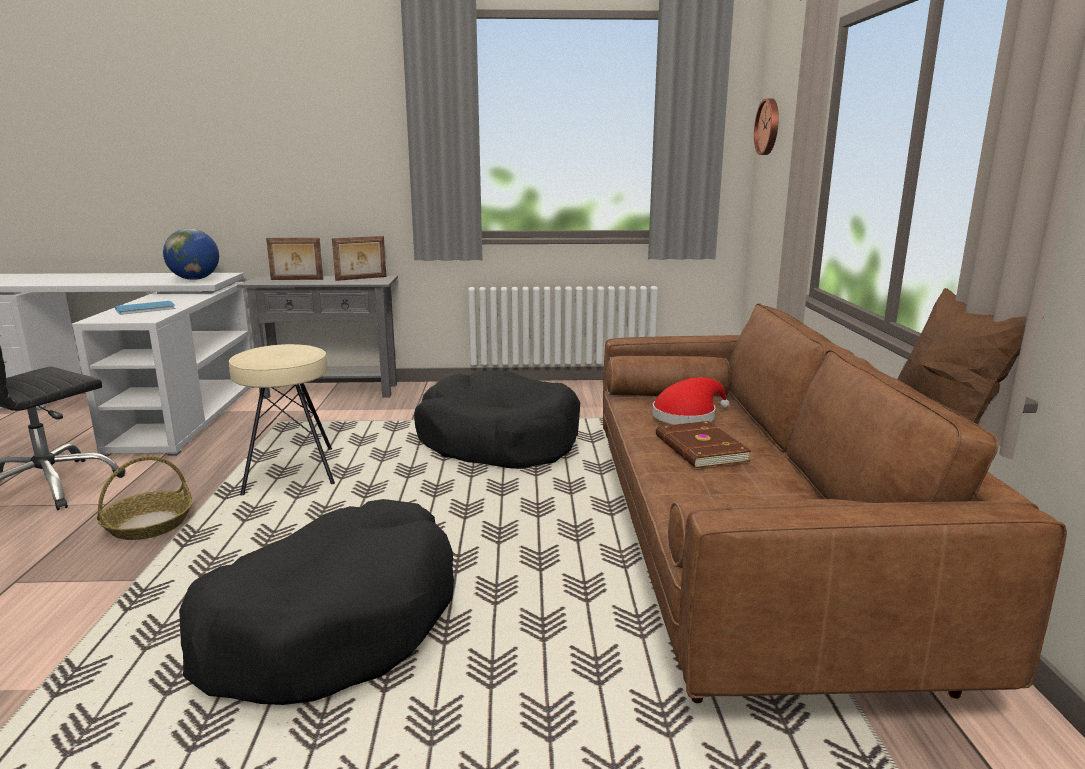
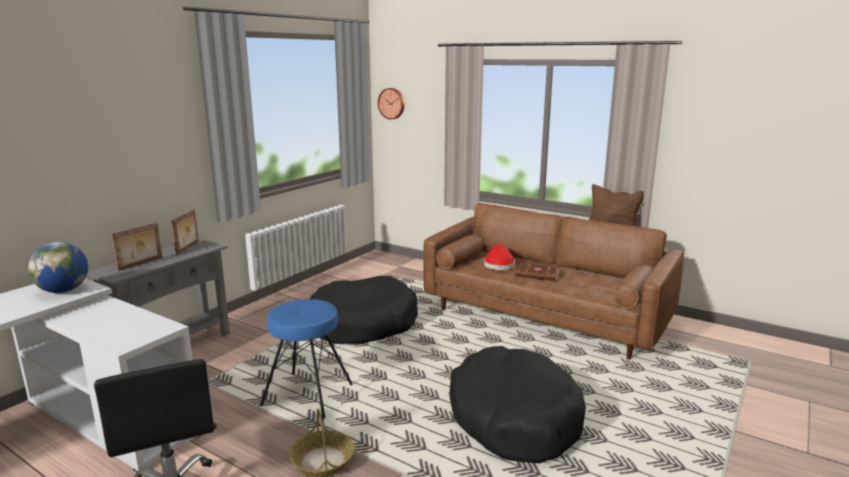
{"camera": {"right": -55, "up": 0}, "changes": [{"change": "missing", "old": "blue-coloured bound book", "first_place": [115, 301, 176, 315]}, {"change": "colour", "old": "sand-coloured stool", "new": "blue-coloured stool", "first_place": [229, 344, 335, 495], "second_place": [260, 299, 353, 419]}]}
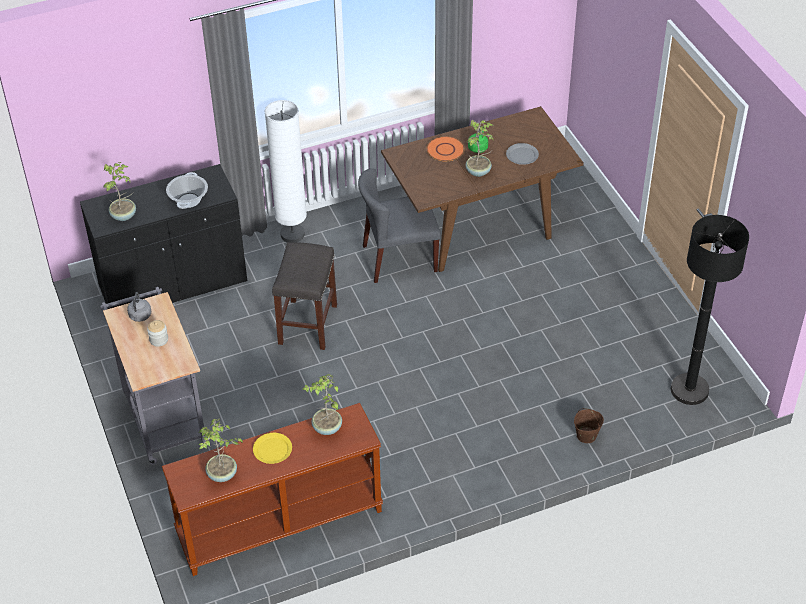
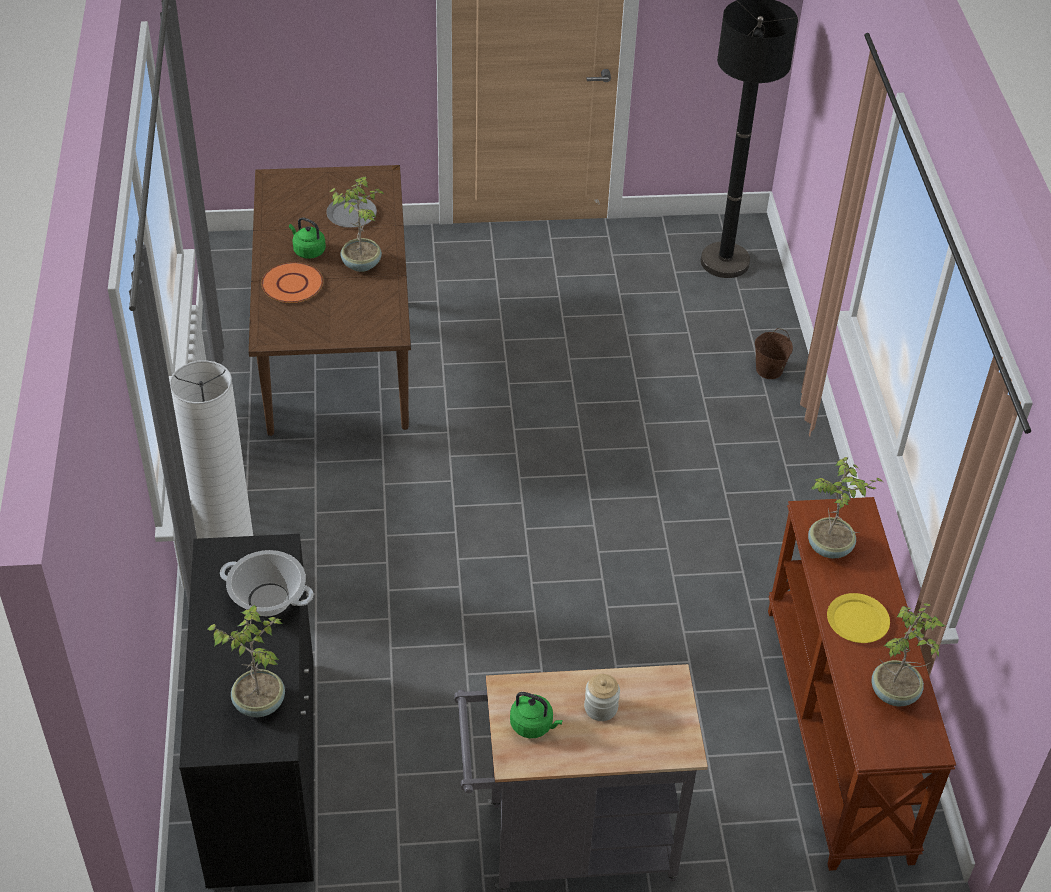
{"camera": {"right": -75, "up": 0}, "changes": [{"change": "missing", "old": "gray stool", "first_place": [272, 242, 337, 350]}, {"change": "missing", "old": "gray plain chair", "first_place": [358, 168, 441, 283]}, {"change": "colour", "old": "gray kettle", "new": "greenish kettle", "first_place": [127, 292, 151, 322], "second_place": [510, 692, 563, 738]}]}
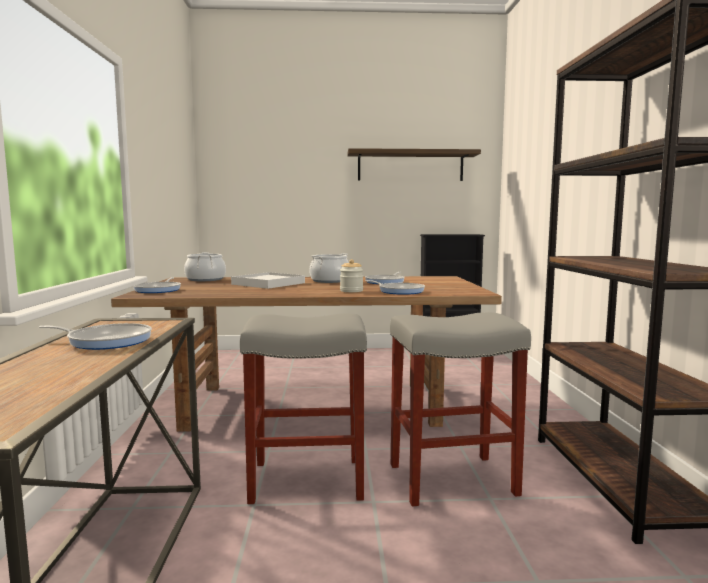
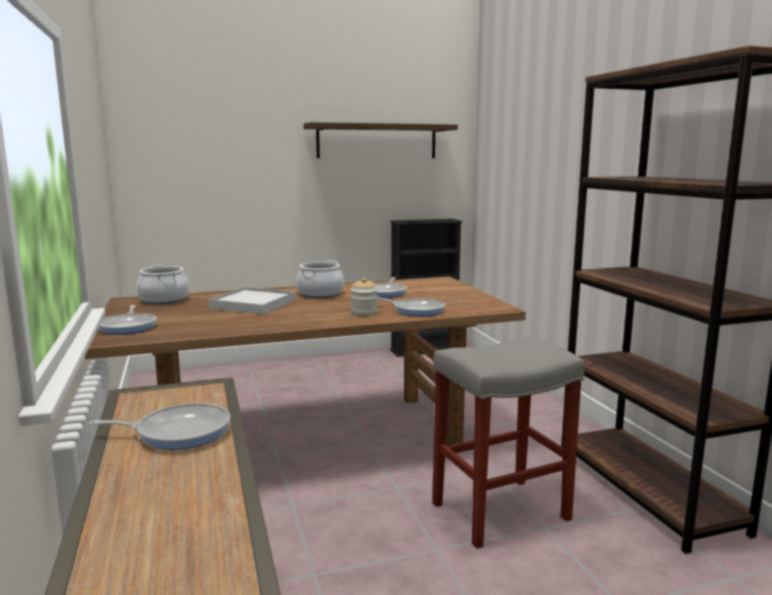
{"camera": {"right": -15, "up": 5}, "changes": [{"change": "missing", "old": "gray stool", "first_place": [240, 313, 367, 504]}]}
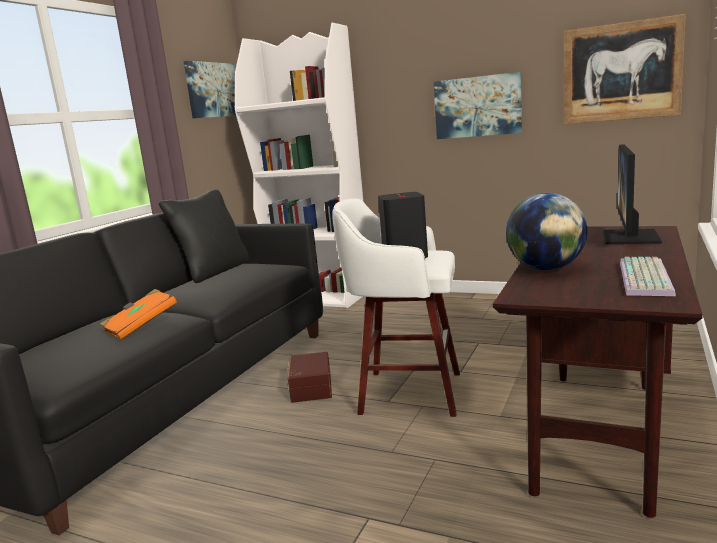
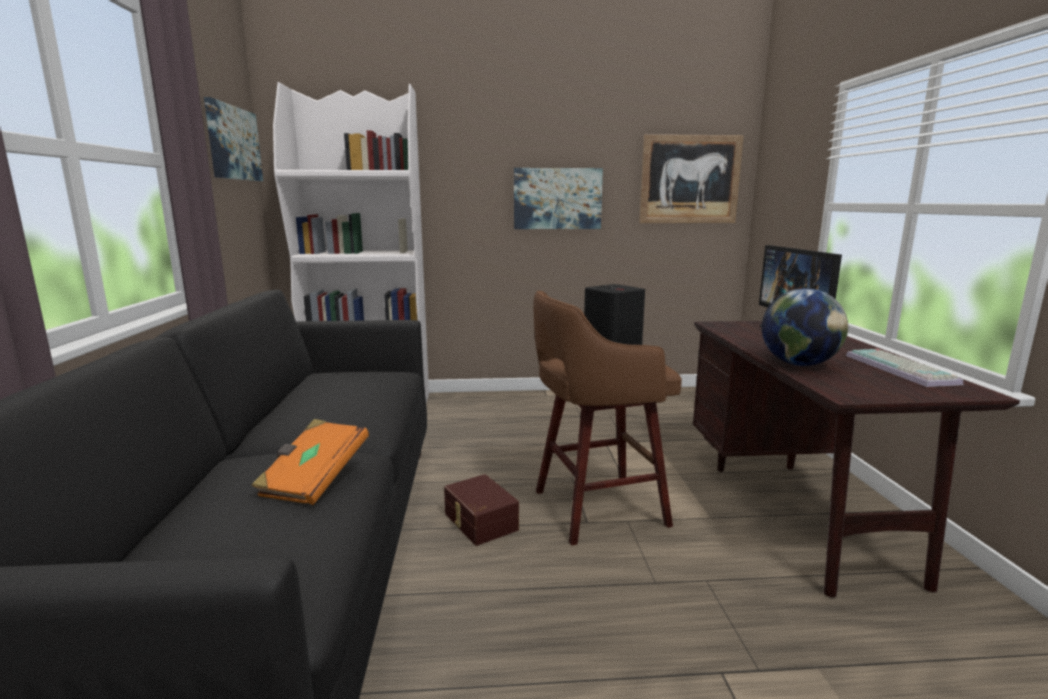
{"camera": {"right": -30, "up": 0}, "changes": [{"change": "missing", "old": "black-coloured pillow", "first_place": [159, 189, 249, 283]}, {"change": "colour", "old": "white-coloured stool", "new": "brown stool", "first_place": [332, 198, 460, 417], "second_place": [534, 291, 682, 545]}]}
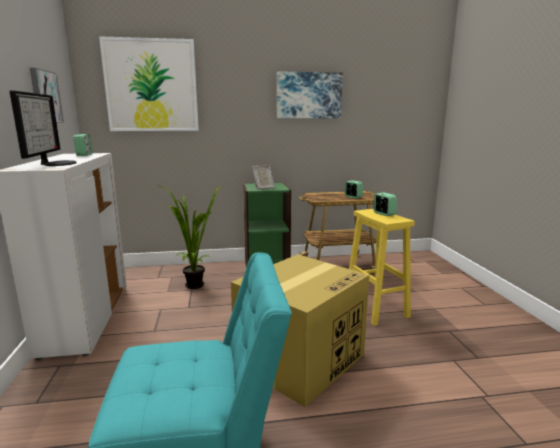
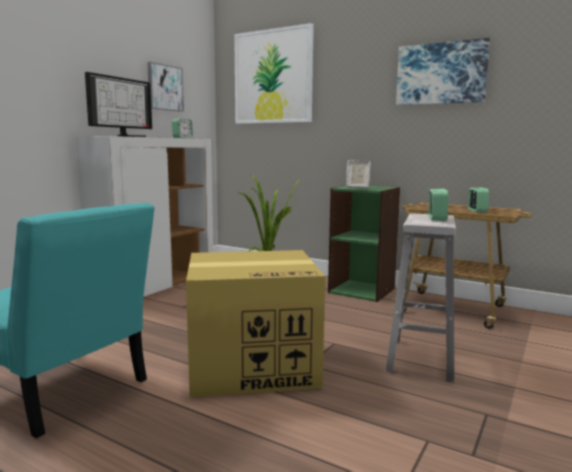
{"camera": {"right": 40, "up": -5}, "changes": [{"change": "colour", "old": "yellowish stool", "new": "white-coloured stool", "first_place": [349, 209, 415, 326], "second_place": [386, 213, 456, 382]}]}
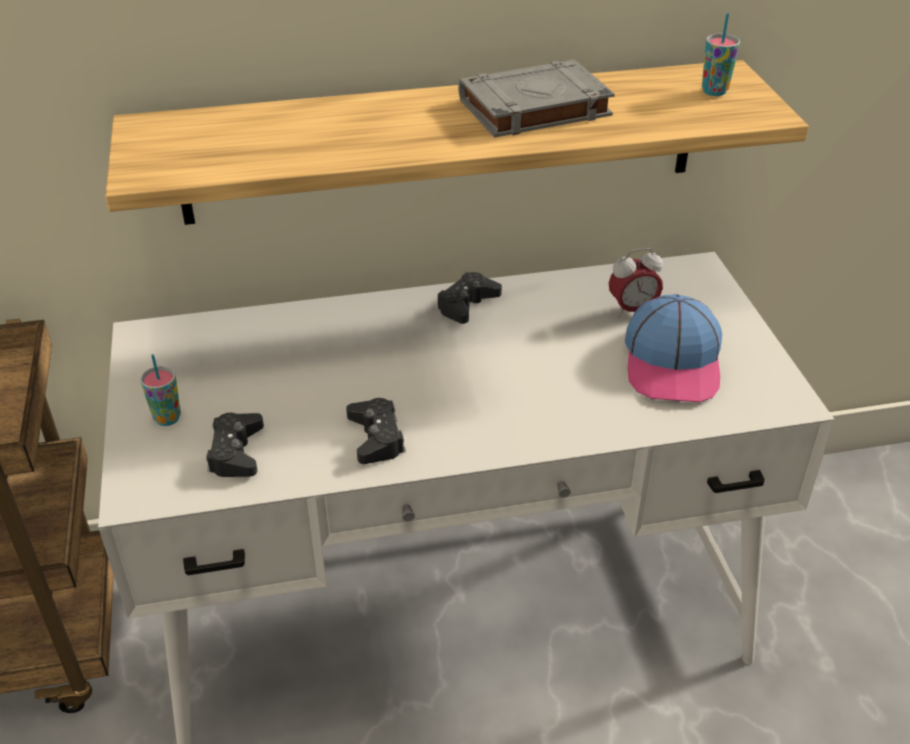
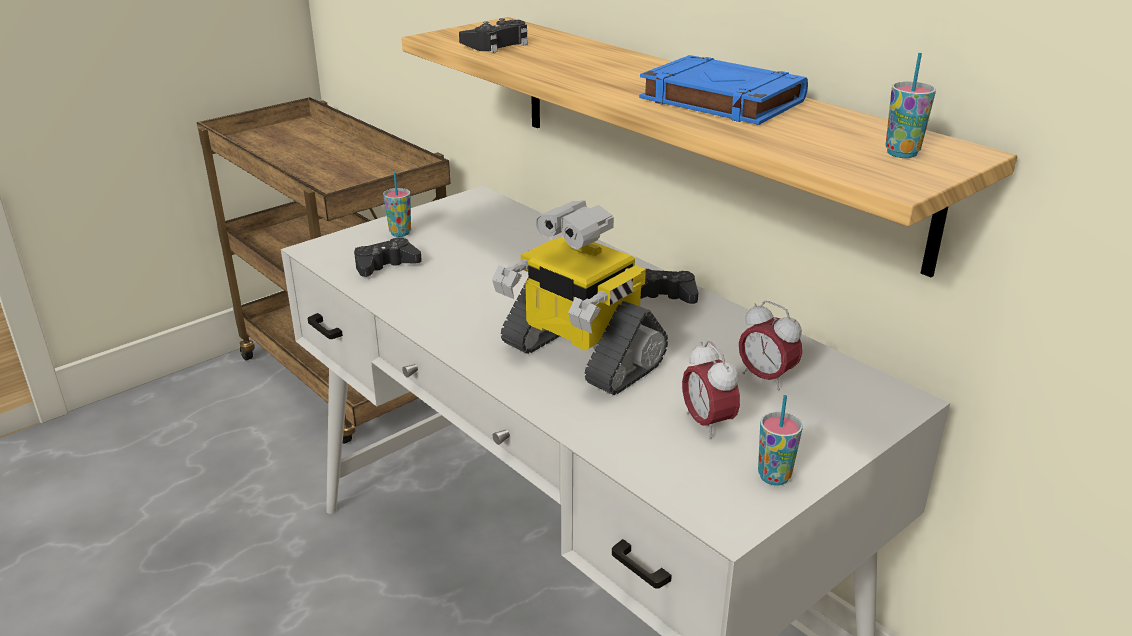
{"camera": {"right": 60, "up": -10}, "changes": [{"change": "appeared", "new": "toy robot", "second_place": [492, 201, 668, 395]}, {"change": "appeared", "new": "drinking cup", "second_place": [758, 395, 803, 486]}, {"change": "relocated", "old": "black-coloured joypad", "first_place": [346, 398, 406, 464], "second_place": [459, 18, 528, 53]}, {"change": "exchanged", "old": "cap", "new": "bedside clock", "first_place": [625, 294, 722, 402], "second_place": [682, 341, 740, 439]}, {"change": "colour", "old": "gray bound book", "new": "blue-coloured bound book", "first_place": [458, 60, 615, 138], "second_place": [639, 55, 808, 125]}]}
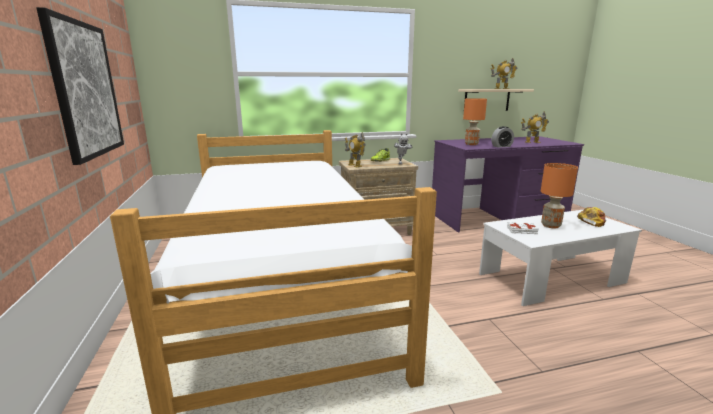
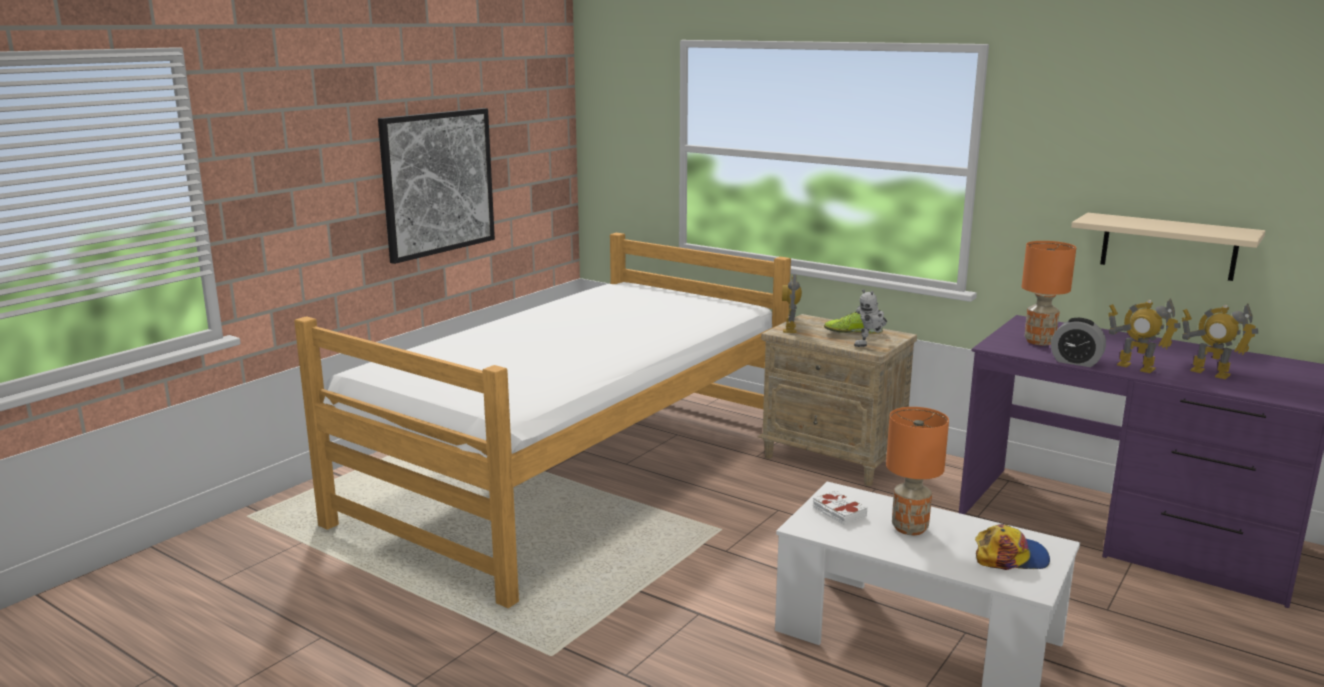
{"camera": {"right": 50, "up": 0}, "changes": [{"change": "relocated", "old": "toy robot", "first_place": [491, 58, 518, 89], "second_place": [1108, 298, 1181, 373]}]}
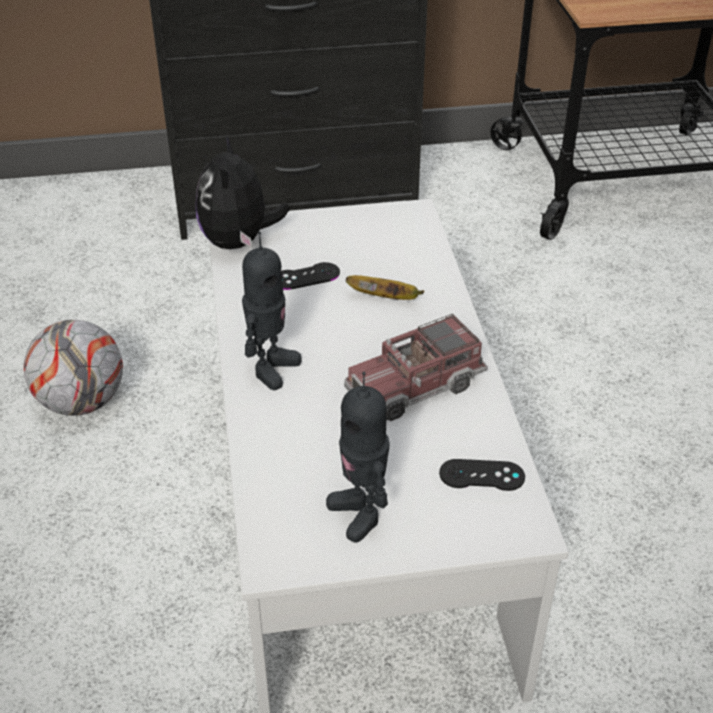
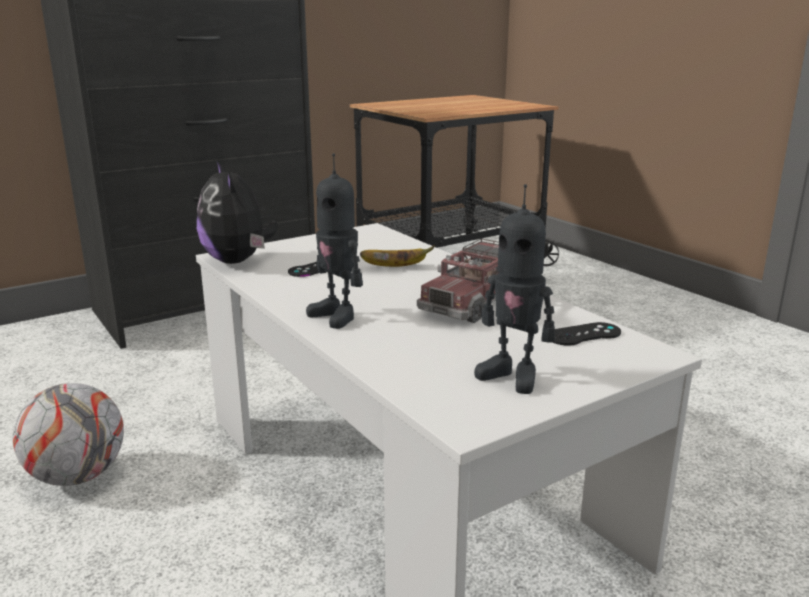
{"camera": {"right": -25, "up": -20}, "changes": [{"change": "spun", "old": "toy robot", "first_place": [242, 232, 302, 390], "second_place": [306, 153, 363, 329], "degrees": 135}]}
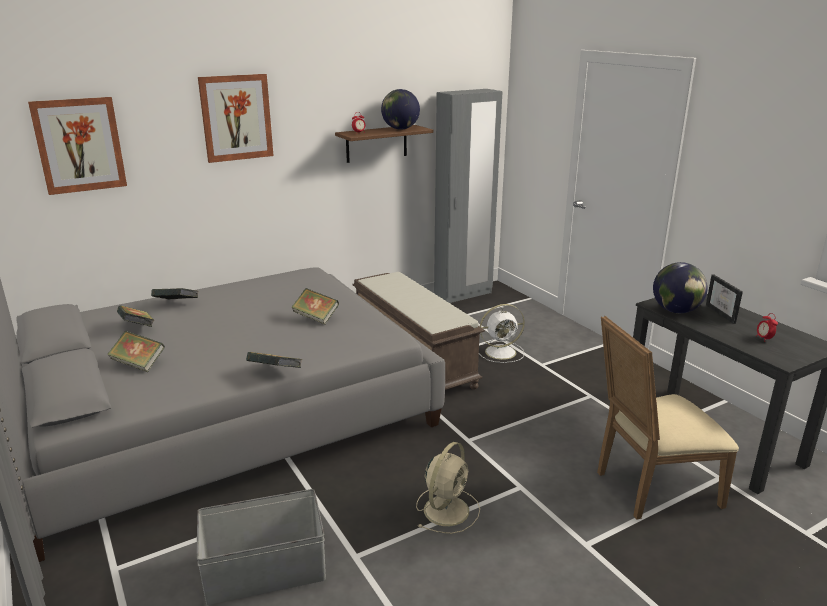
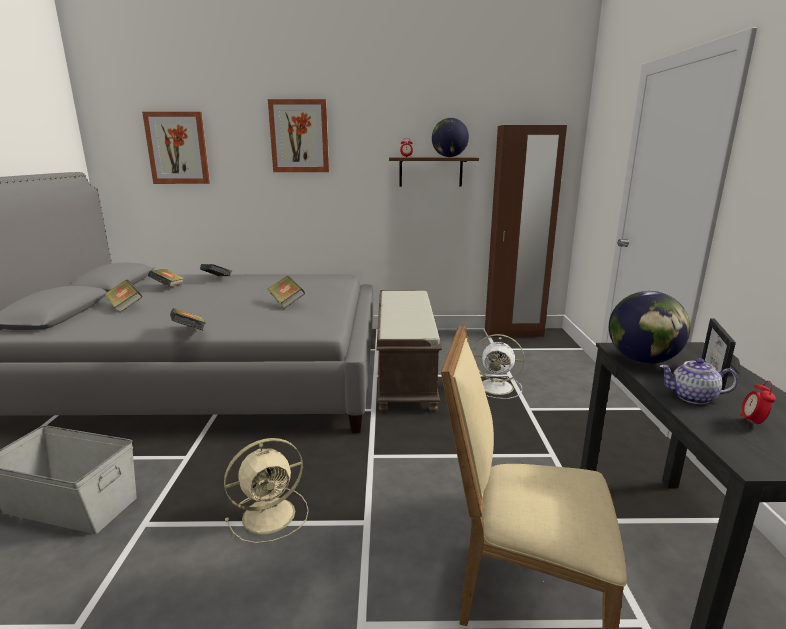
{"camera": {"right": 30, "up": -5}, "changes": [{"change": "appeared", "new": "tea pot", "second_place": [660, 358, 738, 404]}, {"change": "colour", "old": "gray armoire", "new": "brown armoire", "first_place": [434, 89, 503, 303], "second_place": [485, 125, 567, 337]}]}
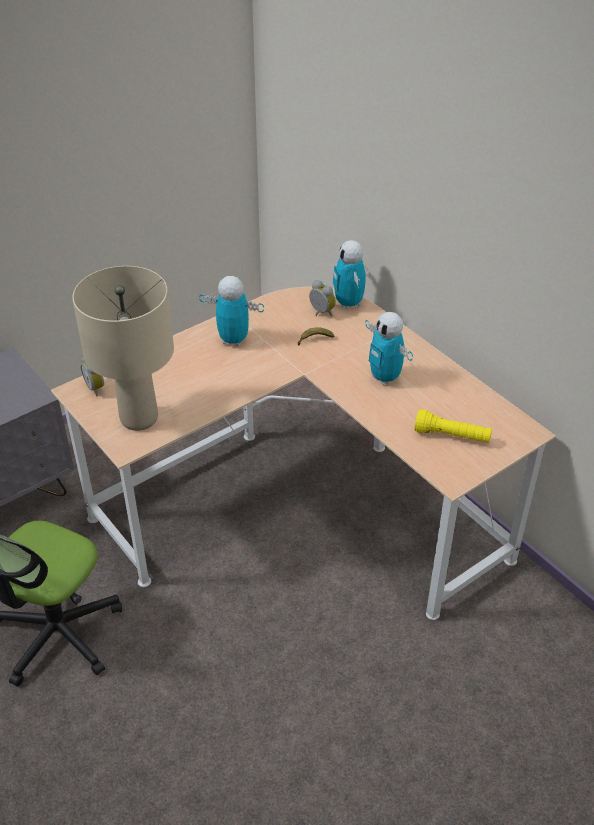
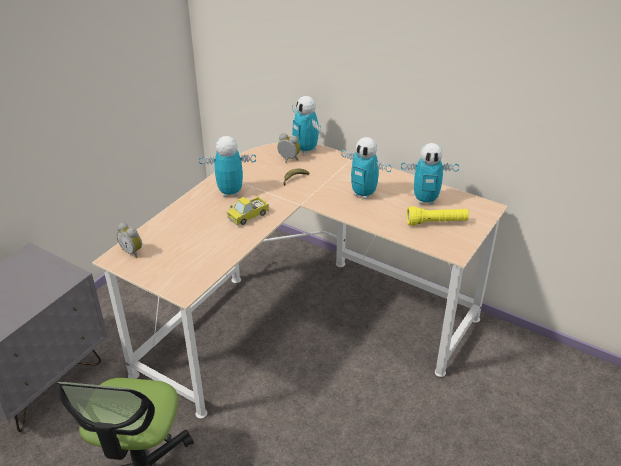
{"camera": {"right": -20, "up": -5}, "changes": [{"change": "missing", "old": "sand-coloured lamp for a table", "first_place": [72, 266, 174, 431]}, {"change": "appeared", "new": "toy lorry", "second_place": [227, 196, 269, 226]}, {"change": "appeared", "new": "toy robot", "second_place": [401, 143, 459, 205]}]}
